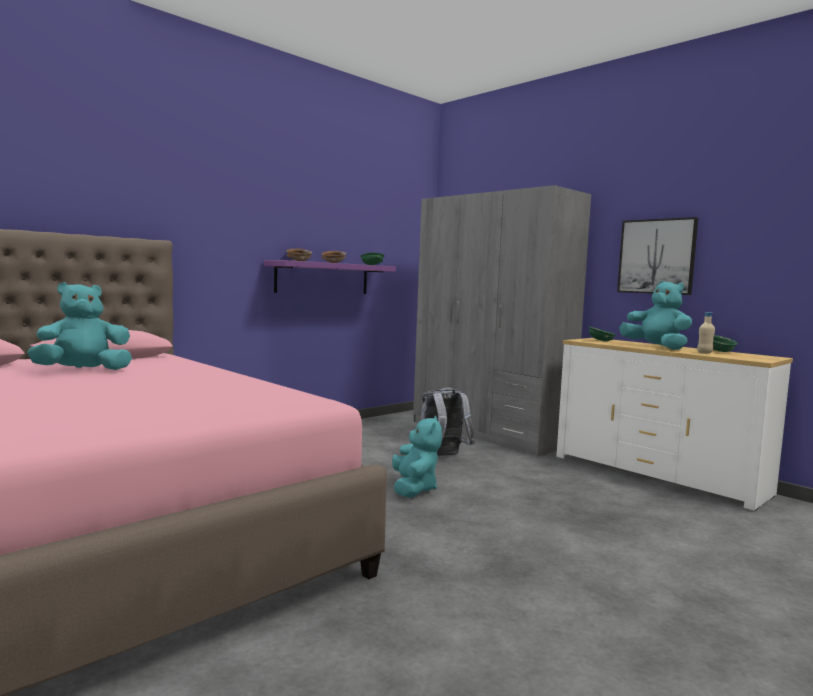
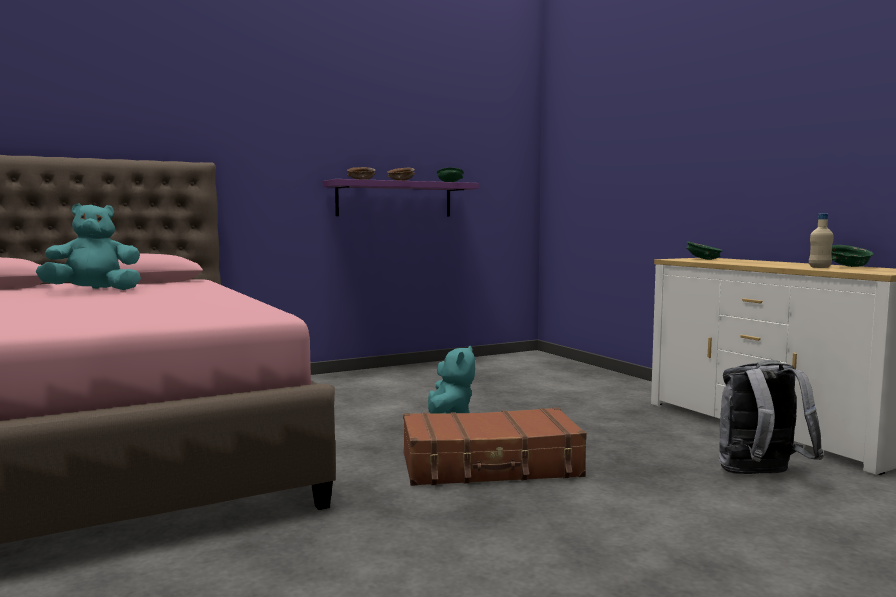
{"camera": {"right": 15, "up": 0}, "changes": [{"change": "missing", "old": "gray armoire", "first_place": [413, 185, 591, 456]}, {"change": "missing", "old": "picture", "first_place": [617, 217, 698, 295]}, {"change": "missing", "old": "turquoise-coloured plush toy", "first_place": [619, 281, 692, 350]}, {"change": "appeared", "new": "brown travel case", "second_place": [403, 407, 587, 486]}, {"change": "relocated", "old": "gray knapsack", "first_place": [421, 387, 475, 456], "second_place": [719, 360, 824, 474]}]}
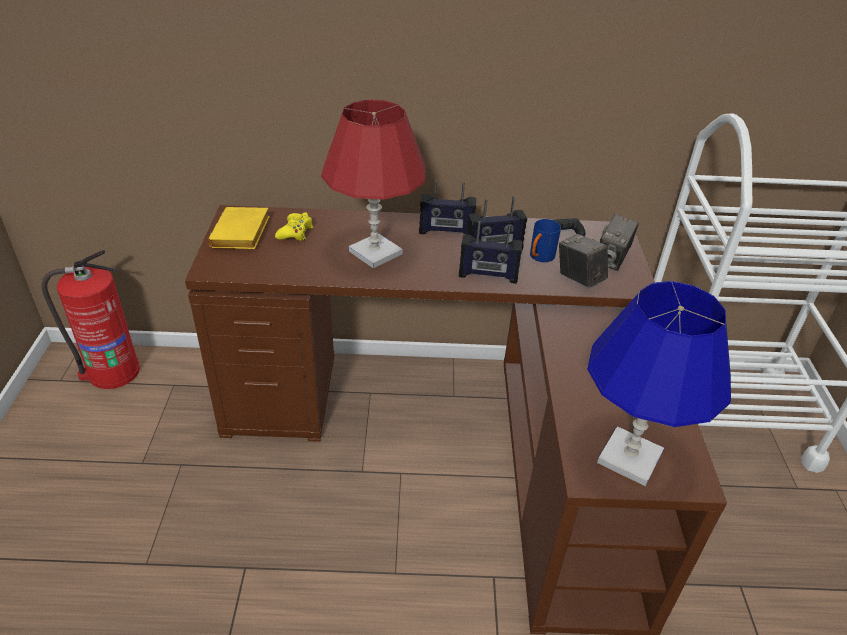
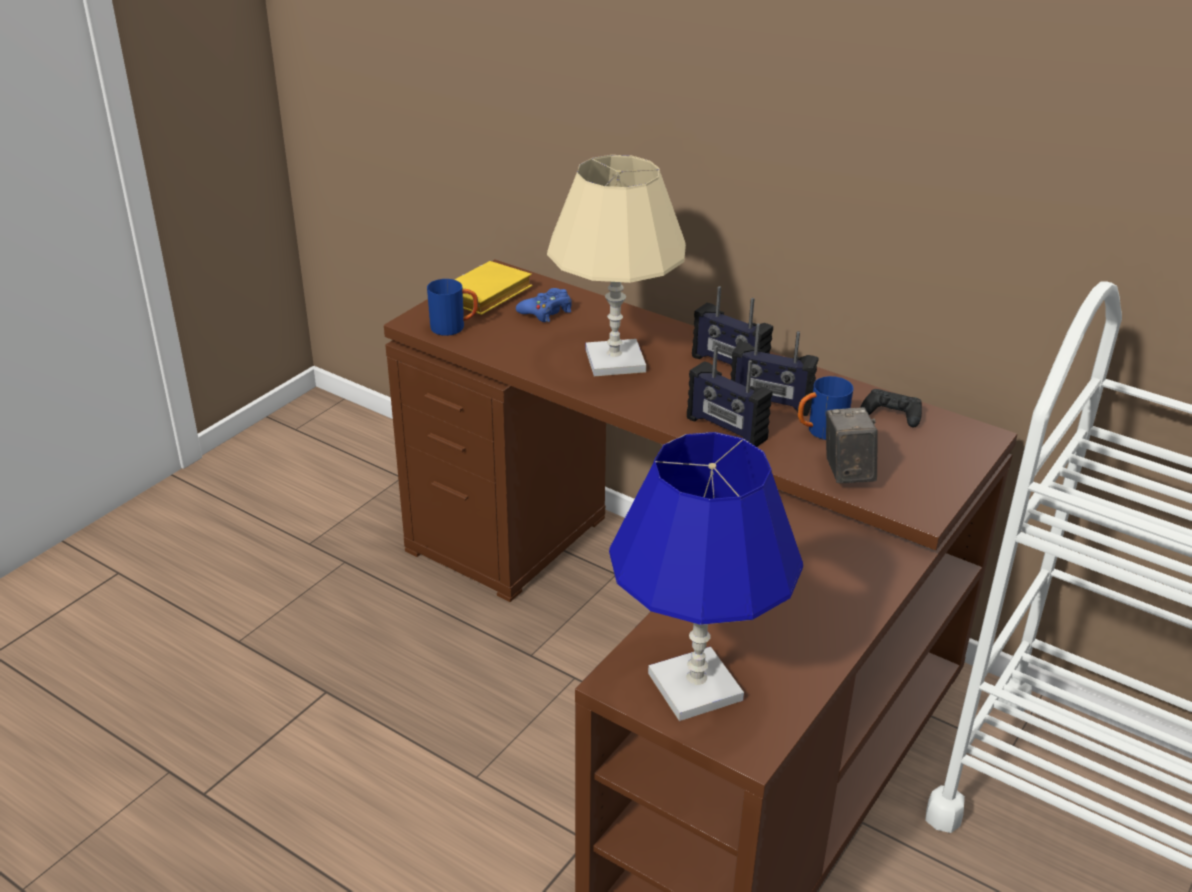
{"camera": {"right": 35, "up": -5}, "changes": [{"change": "missing", "old": "extinguisher", "first_place": [41, 250, 140, 389]}, {"change": "missing", "old": "still camera", "first_place": [600, 214, 639, 271]}, {"change": "appeared", "new": "blue-coloured mug", "second_place": [427, 279, 478, 336]}, {"change": "colour", "old": "yellowish joypad", "new": "blue-coloured joypad", "first_place": [275, 212, 313, 241], "second_place": [516, 288, 572, 322]}, {"change": "colour", "old": "red lamp for a table", "new": "sand-coloured lamp for a table", "first_place": [321, 99, 426, 268], "second_place": [547, 155, 686, 376]}]}
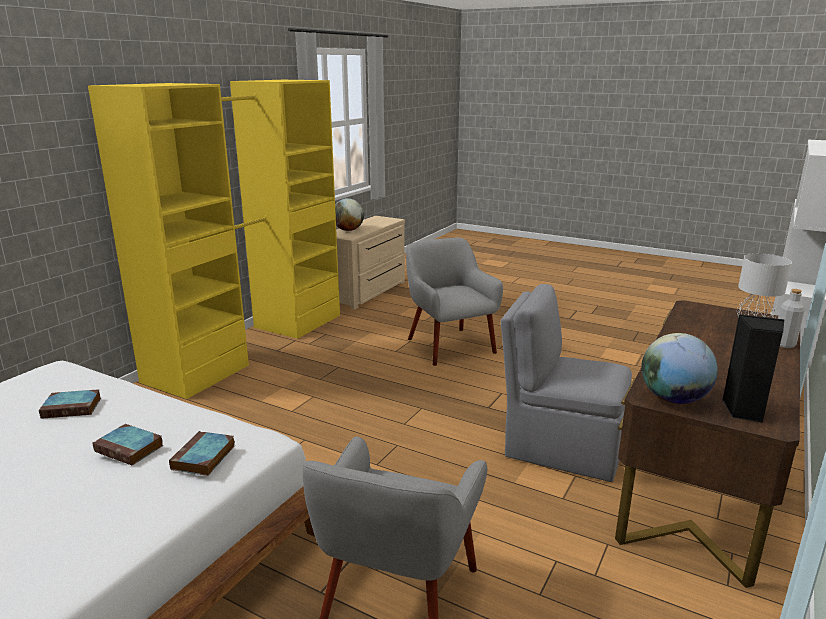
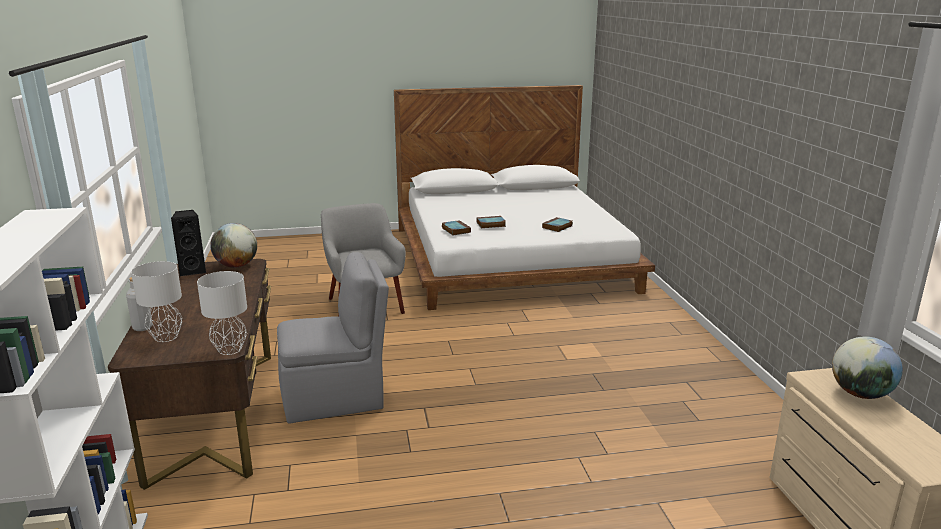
{"camera": {"right": 140, "up": 0}, "changes": [{"change": "missing", "old": "yellowish armoire", "first_place": [88, 80, 340, 399]}, {"change": "missing", "old": "gray easy chair", "first_place": [406, 238, 503, 366]}, {"change": "appeared", "new": "gray lamp for a table", "second_place": [197, 271, 247, 355]}]}
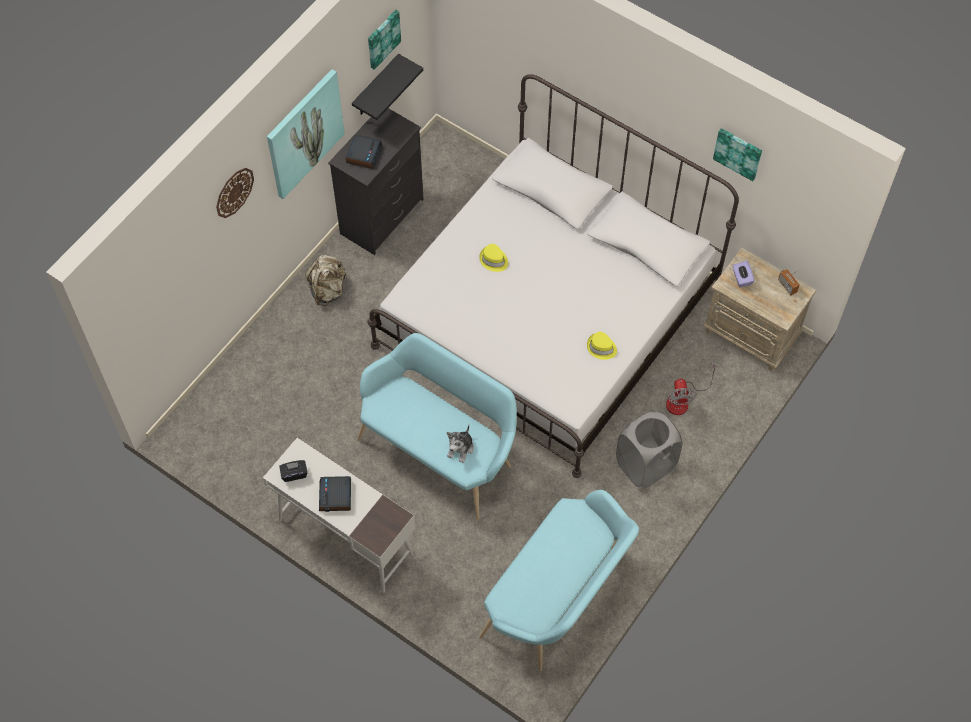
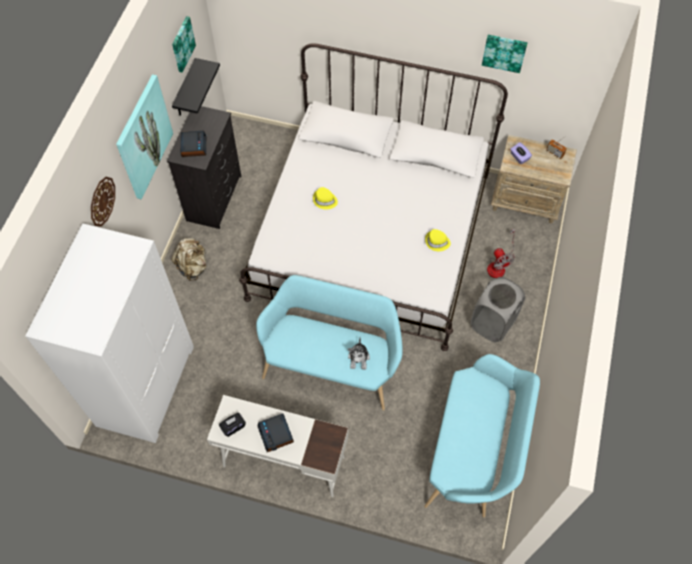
{"camera": {"right": -20, "up": 0}, "changes": [{"change": "appeared", "new": "white-coloured armoire", "second_place": [25, 223, 194, 443]}]}
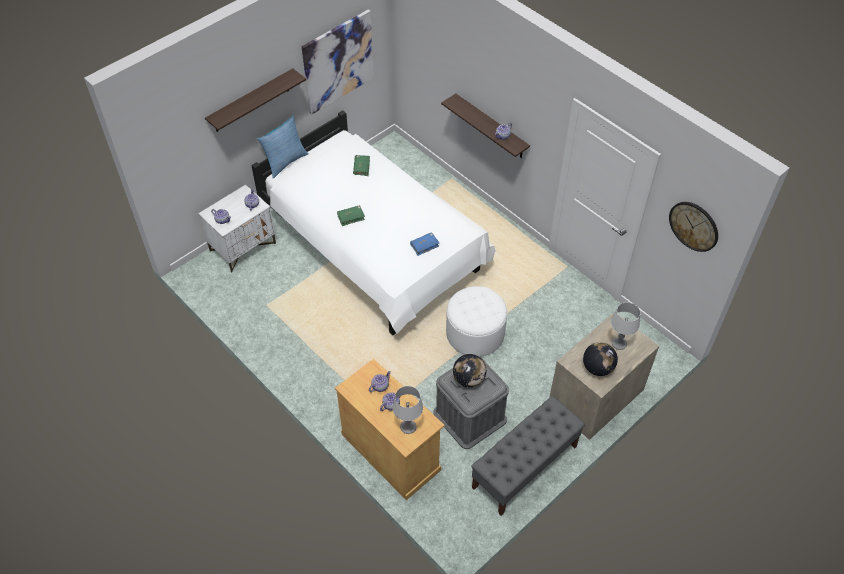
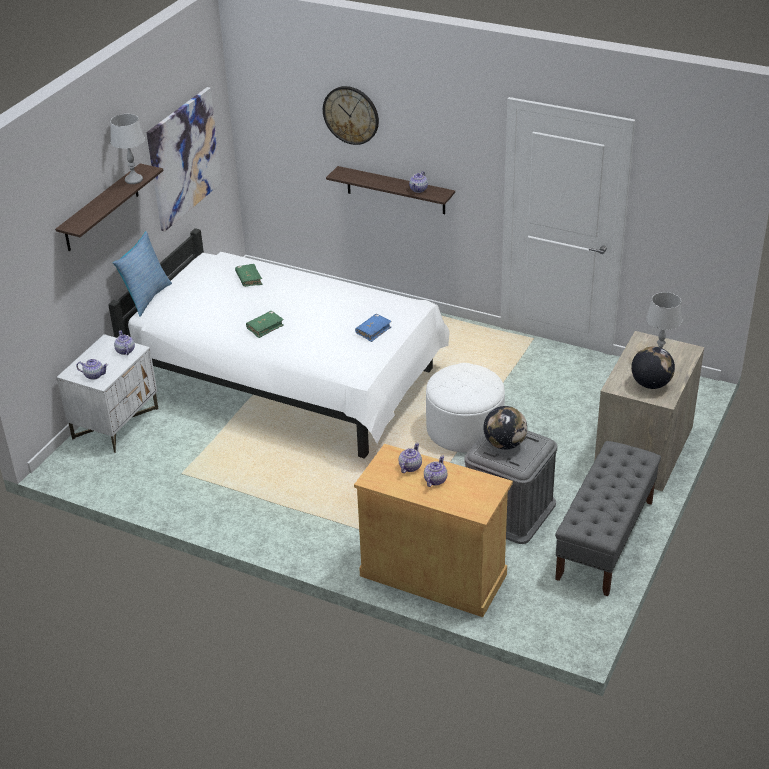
{"camera": {"right": -20, "up": -15}, "changes": [{"change": "relocated", "old": "gray lamp for a table", "first_place": [392, 386, 423, 434], "second_place": [110, 114, 145, 184]}, {"change": "relocated", "old": "wall clock", "first_place": [669, 202, 718, 252], "second_place": [323, 86, 379, 145]}]}
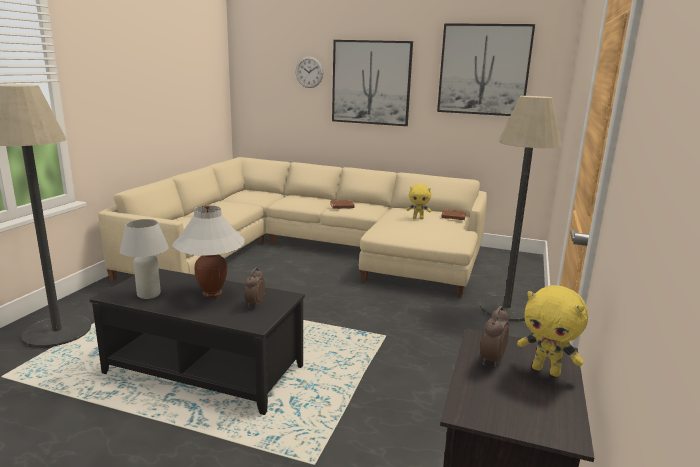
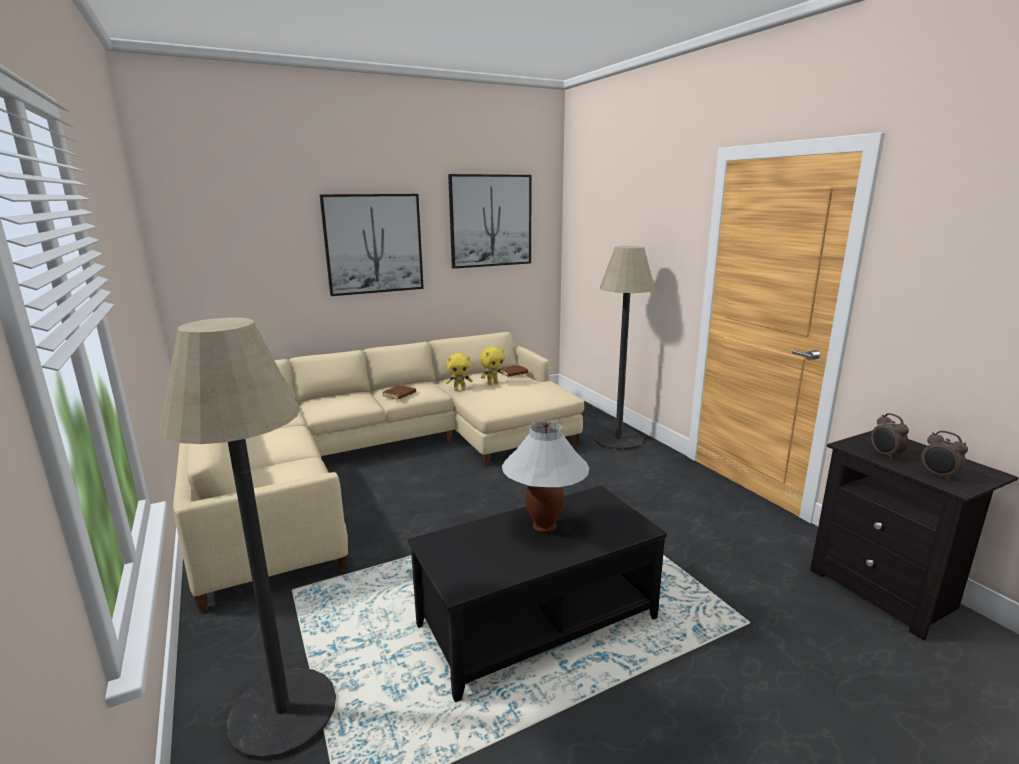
{"camera": {"right": -45, "up": 0}, "changes": [{"change": "missing", "old": "white-coloured lamp for a table", "first_place": [120, 219, 169, 299]}, {"change": "missing", "old": "wall clock", "first_place": [296, 56, 324, 88]}, {"change": "relocated", "old": "bedside clock", "first_place": [244, 268, 265, 308], "second_place": [921, 431, 968, 481]}, {"change": "relocated", "old": "yellowish plush toy", "first_place": [517, 285, 588, 377], "second_place": [446, 353, 473, 391]}]}
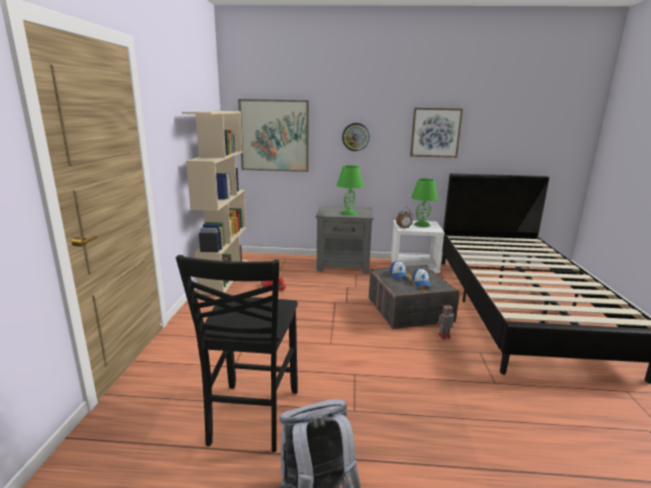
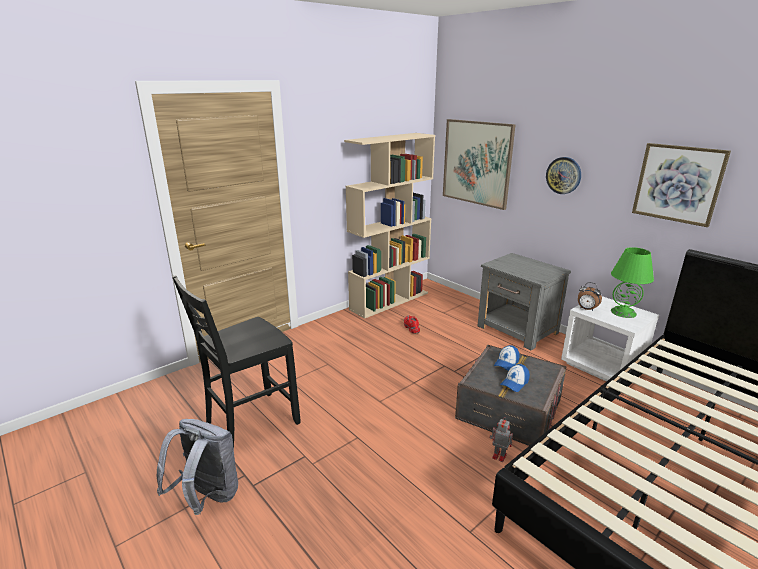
{"camera": {"right": 45, "up": 5}, "changes": [{"change": "missing", "old": "greenish lamp for a table", "first_place": [337, 166, 364, 216]}]}
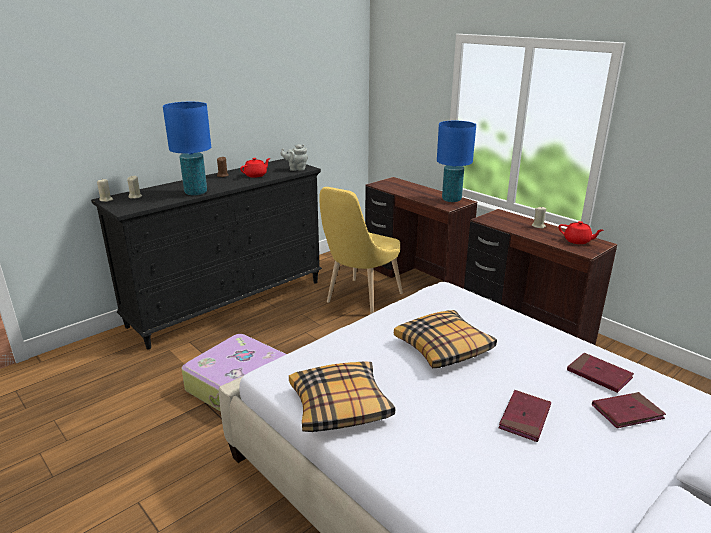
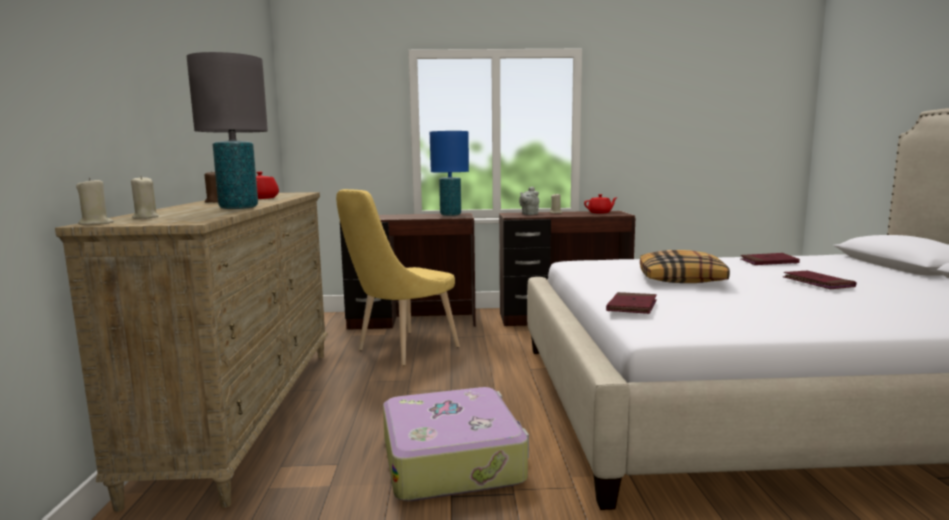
{"camera": {"right": -50, "up": -15}, "changes": [{"change": "missing", "old": "pillow", "first_place": [289, 361, 395, 432]}, {"change": "relocated", "old": "gray tea pot", "first_place": [281, 144, 308, 171], "second_place": [519, 187, 539, 215]}, {"change": "relocated", "old": "red bound book", "first_place": [592, 392, 666, 428], "second_place": [606, 292, 657, 314]}, {"change": "colour", "old": "black-coloured chest of drawers", "new": "sand-coloured chest of drawers", "first_place": [91, 159, 322, 349], "second_place": [55, 192, 328, 512]}, {"change": "colour", "old": "blue-coloured lamp for a table", "new": "gray lamp for a table", "first_place": [163, 102, 211, 195], "second_place": [186, 52, 268, 209]}, {"change": "spun", "old": "yellowish plain chair", "first_place": [319, 187, 403, 314], "second_place": [336, 189, 460, 366], "degrees": 60}]}
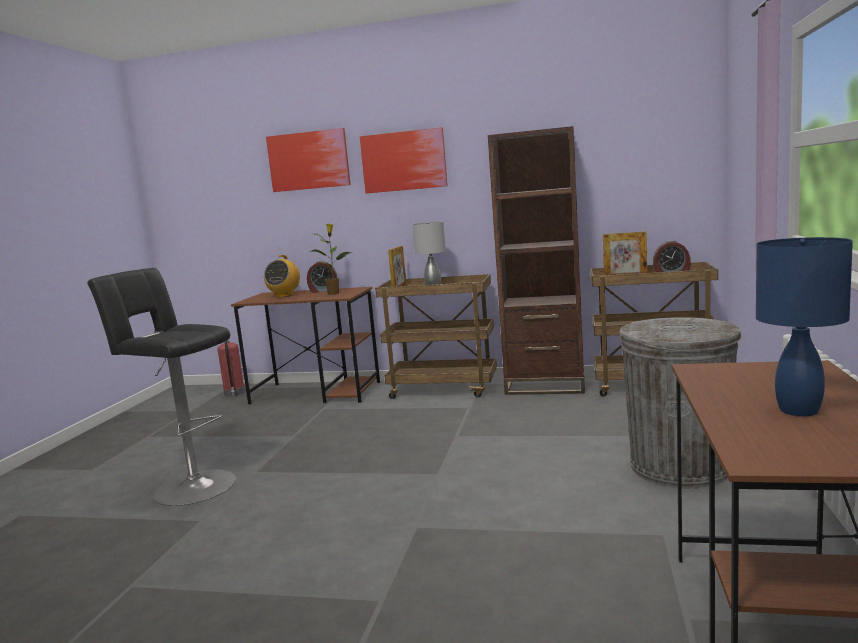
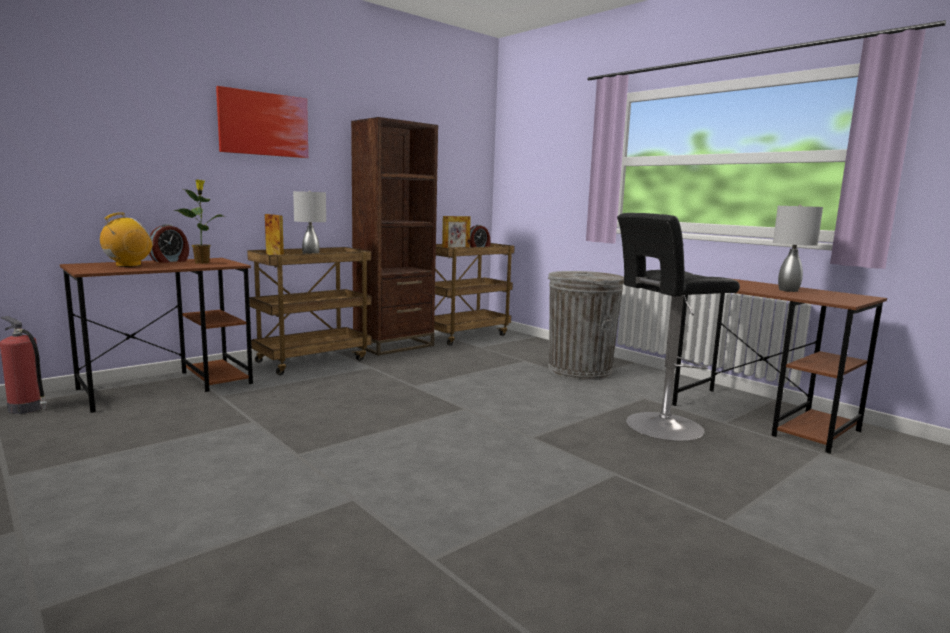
{"camera": {"right": -55, "up": 0}, "changes": [{"change": "missing", "old": "picture", "first_place": [266, 128, 351, 192]}, {"change": "relocated", "old": "black-coloured stool", "first_place": [87, 268, 236, 506], "second_place": [617, 213, 740, 442]}, {"change": "colour", "old": "blue-coloured lamp for a table", "new": "gray lamp for a table", "first_place": [756, 237, 853, 416], "second_place": [773, 205, 823, 292]}, {"change": "spun", "old": "radio", "first_place": [264, 255, 300, 297], "second_place": [100, 213, 153, 267], "degrees": -105}]}
